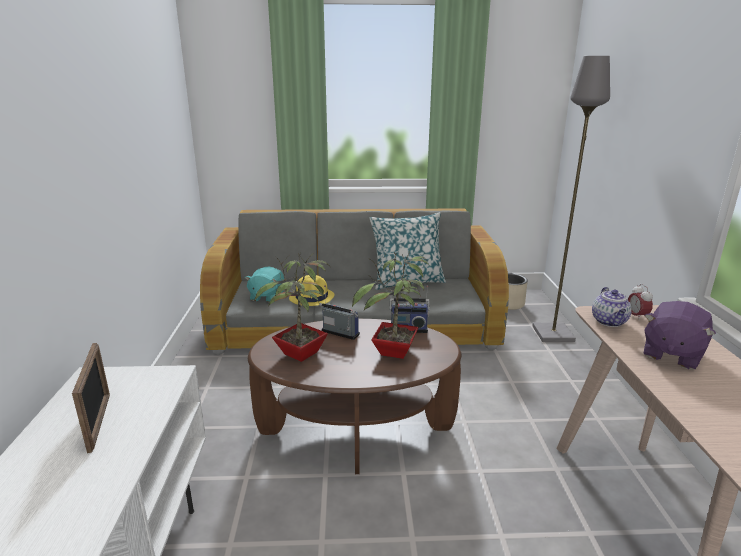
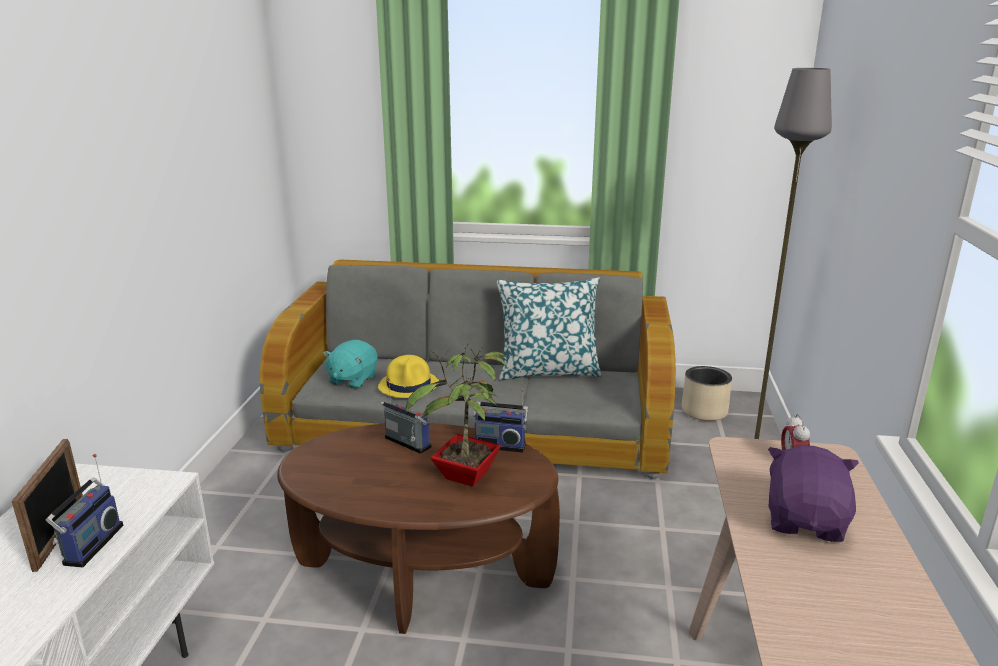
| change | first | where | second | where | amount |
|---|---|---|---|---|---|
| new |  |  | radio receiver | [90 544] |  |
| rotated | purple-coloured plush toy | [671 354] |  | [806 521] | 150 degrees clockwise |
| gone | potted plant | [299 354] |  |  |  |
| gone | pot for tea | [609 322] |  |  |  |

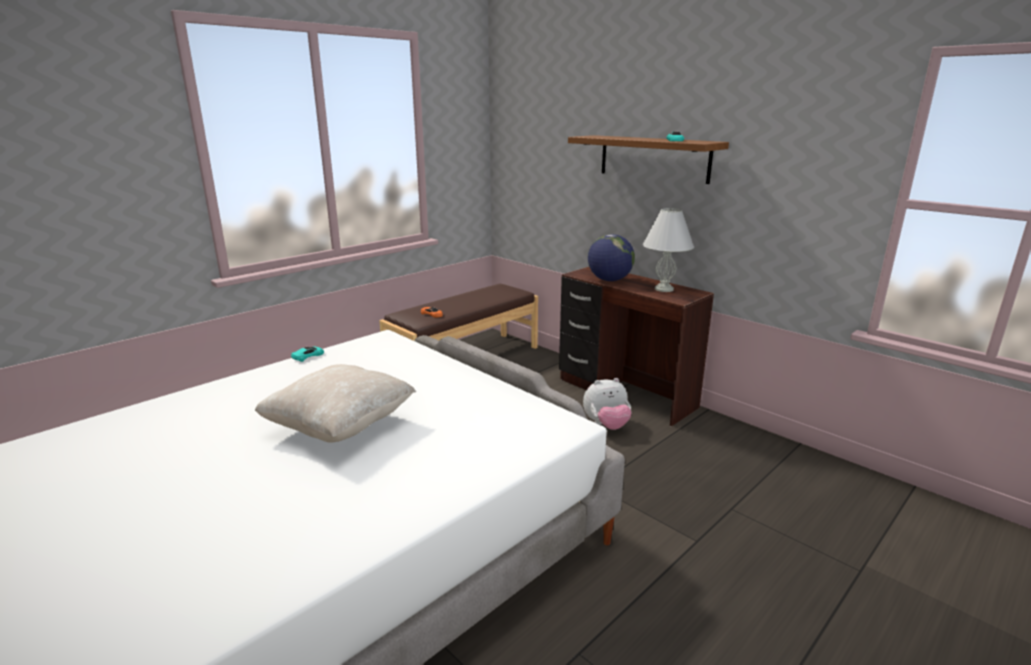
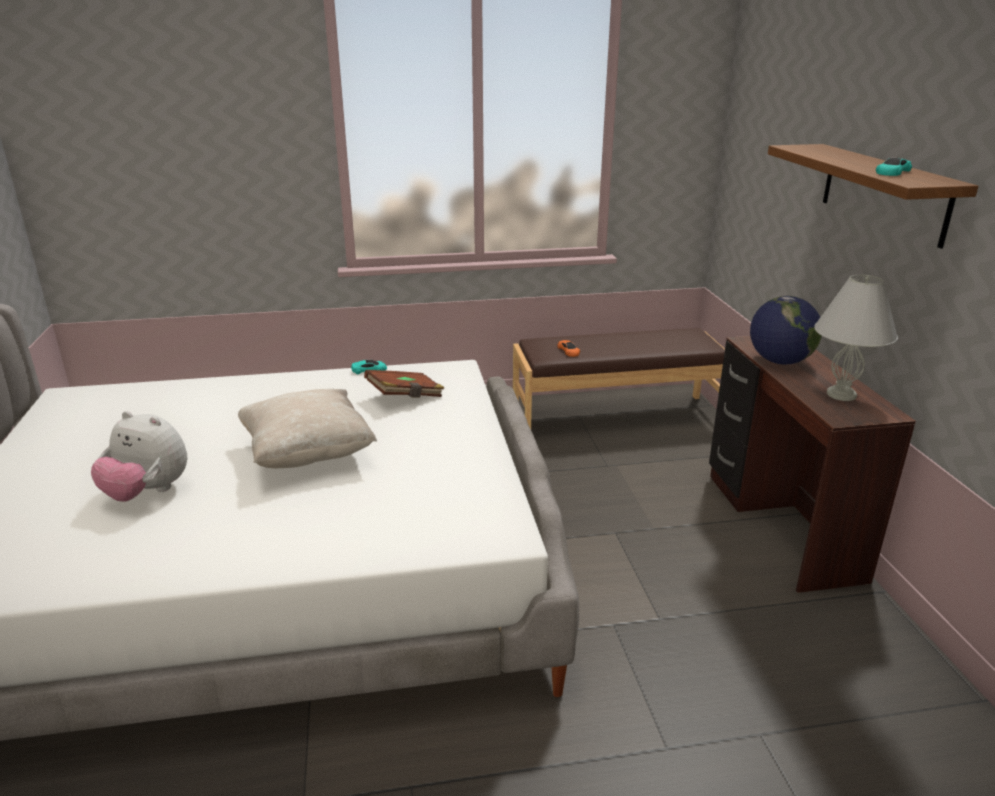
| change | first | where | second | where | amount |
|---|---|---|---|---|---|
| shifted | plush toy | [606 425] |  | [148 492] |  |
| new |  |  | brownish bound book | [405 397] |  |

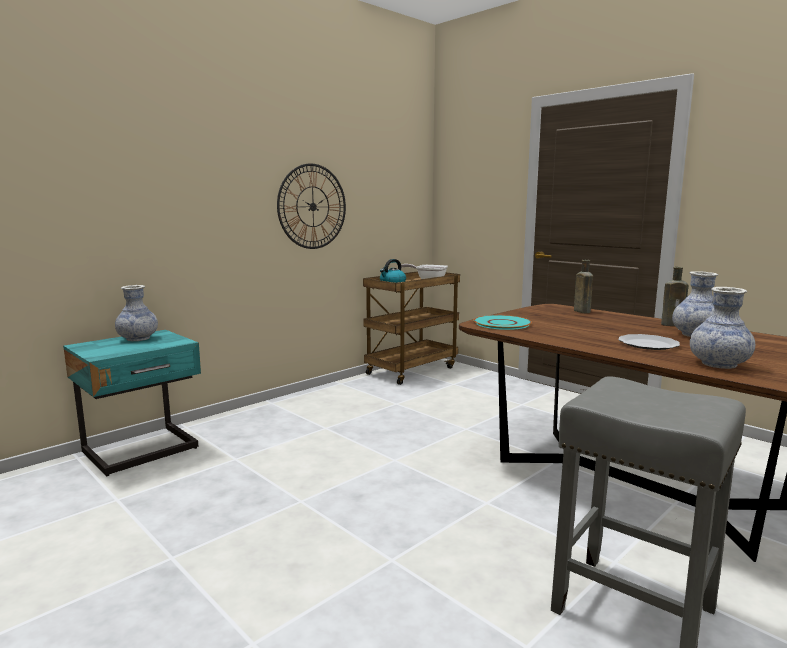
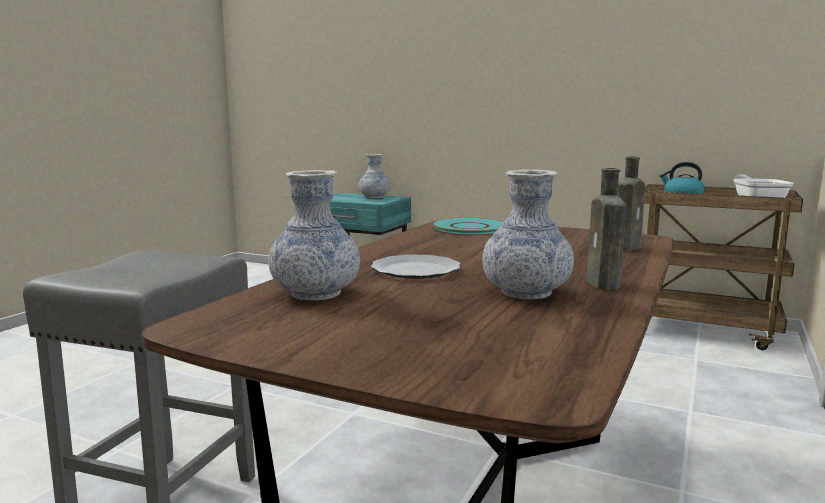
| change | first | where | second | where | amount |
|---|---|---|---|---|---|
| gone | wall clock | [312 206] |  |  |  |

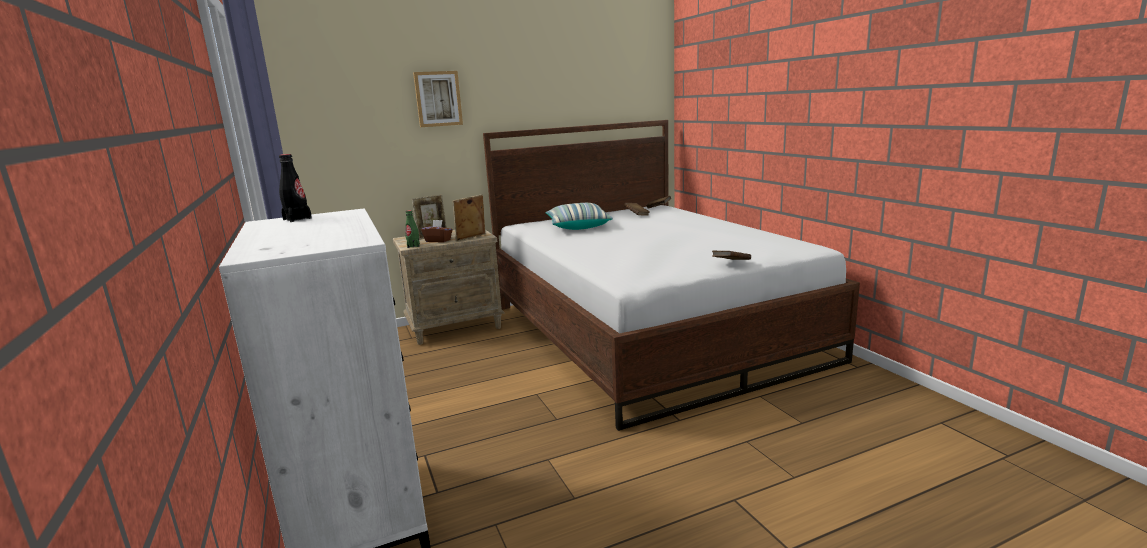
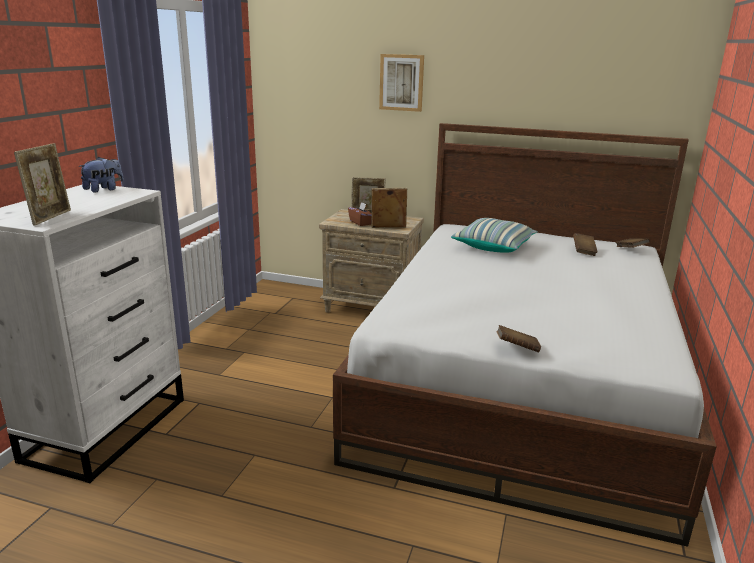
| change | first | where | second | where | amount |
|---|---|---|---|---|---|
| new |  |  | standing frame | [50 217] |  |
| swapped | blackish beverage bottle | [297 219] | plush toy | [104 189] |  |
| gone | green beverage bottle | [413 246] |  |  |  |

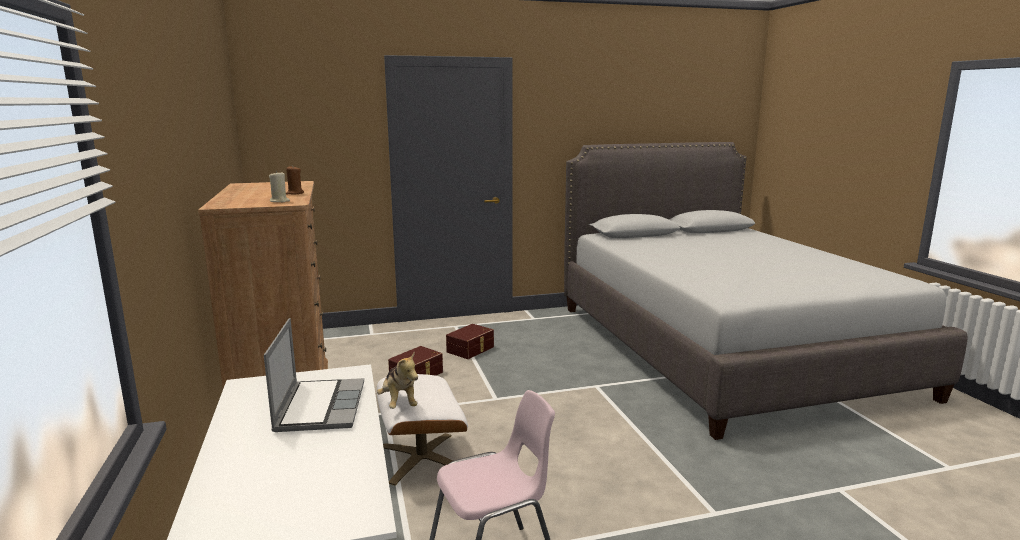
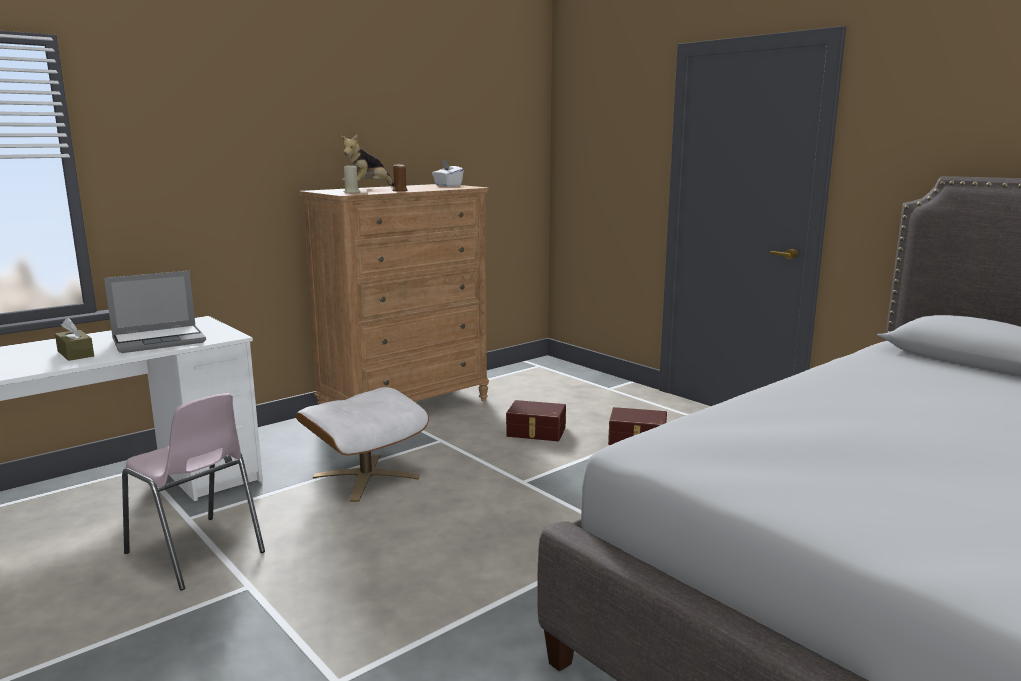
| change | first | where | second | where | amount |
|---|---|---|---|---|---|
| new |  |  | brownish tissue box | [75 354] |  |
| shifted | plush toy | [399 403] |  | [367 188] |  |
| new |  |  | whitish tissue box | [447 185] |  |

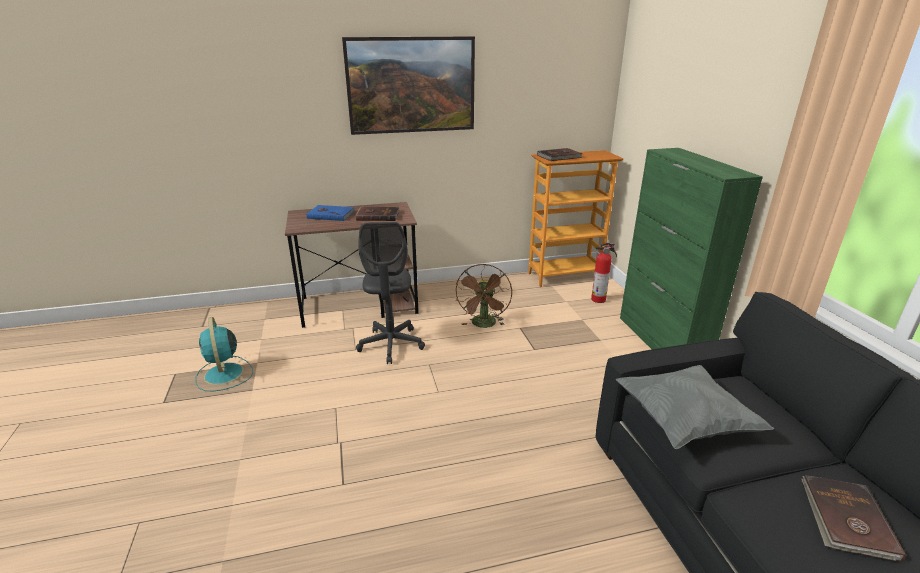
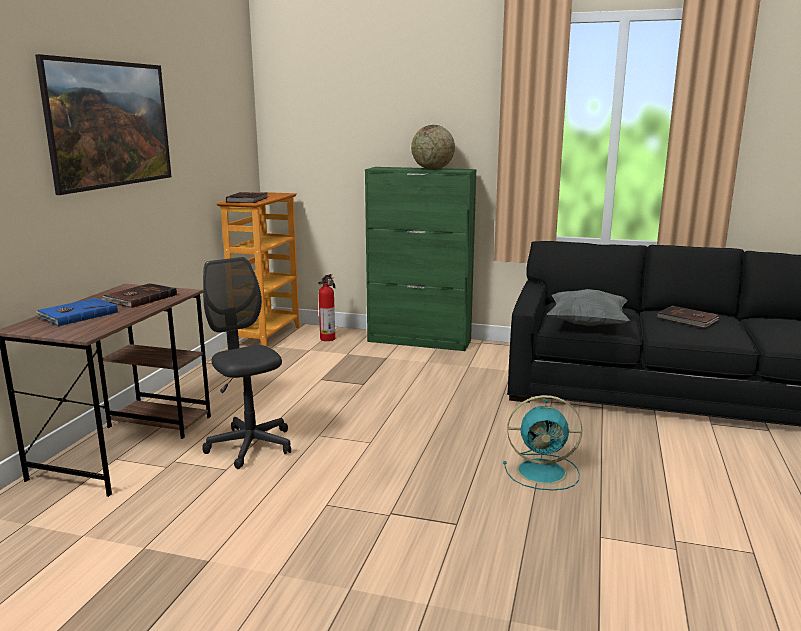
| change | first | where | second | where | amount |
|---|---|---|---|---|---|
| rotated | gray desk chair | [391 345] |  | [250 446] | 150 degrees counterclockwise |
| new |  |  | desk globe | [432 169] |  |
| shifted | blue-green fan | [224 375] |  | [544 472] |  |
| gone | brownish fan | [484 325] |  |  |  |

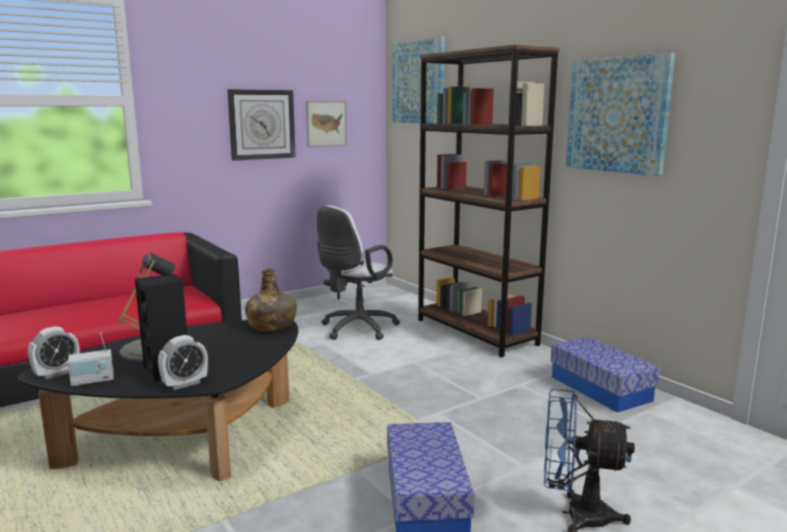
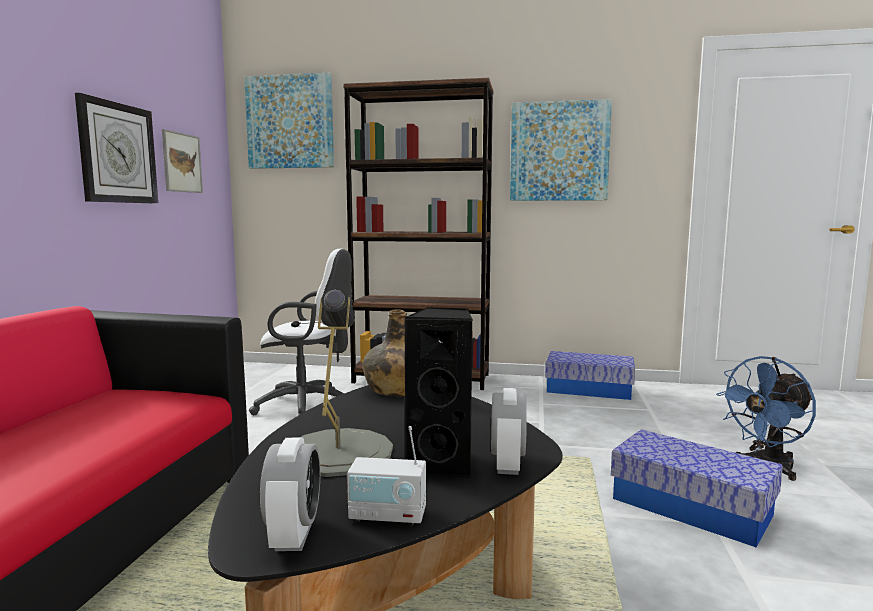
| change | first | where | second | where | amount |
|---|---|---|---|---|---|
| rotated | whitish desk chair | [355 329] |  | [309 406] | 75 degrees counterclockwise |
| rotated | radio receiver | [93 381] |  | [388 515] | 75 degrees clockwise |

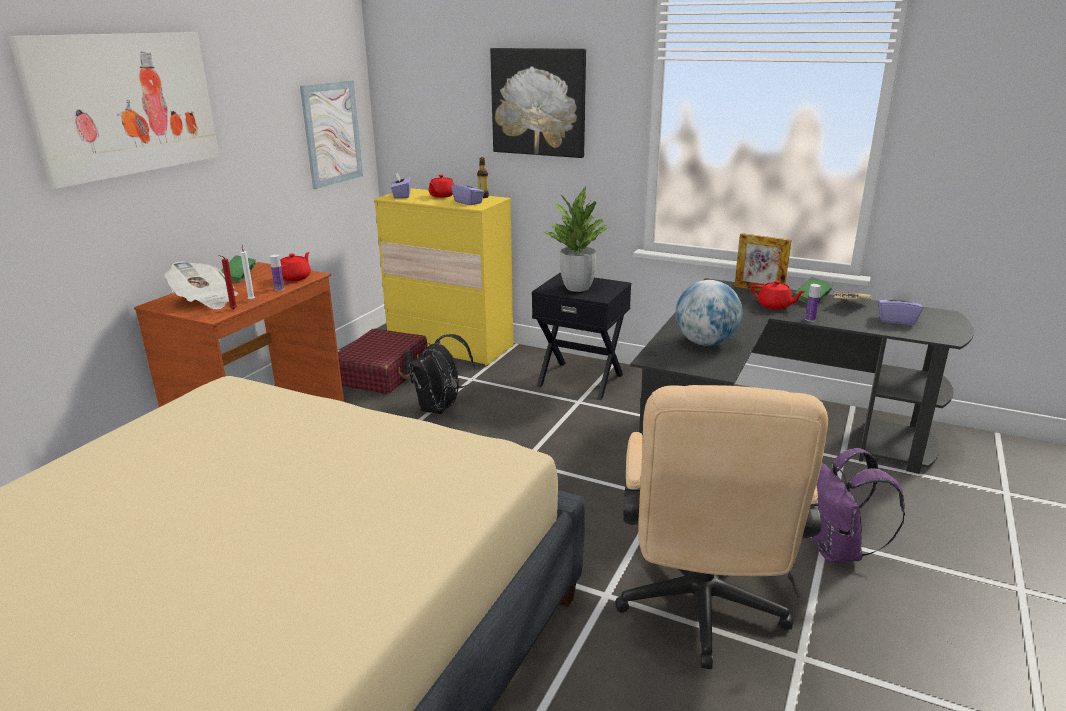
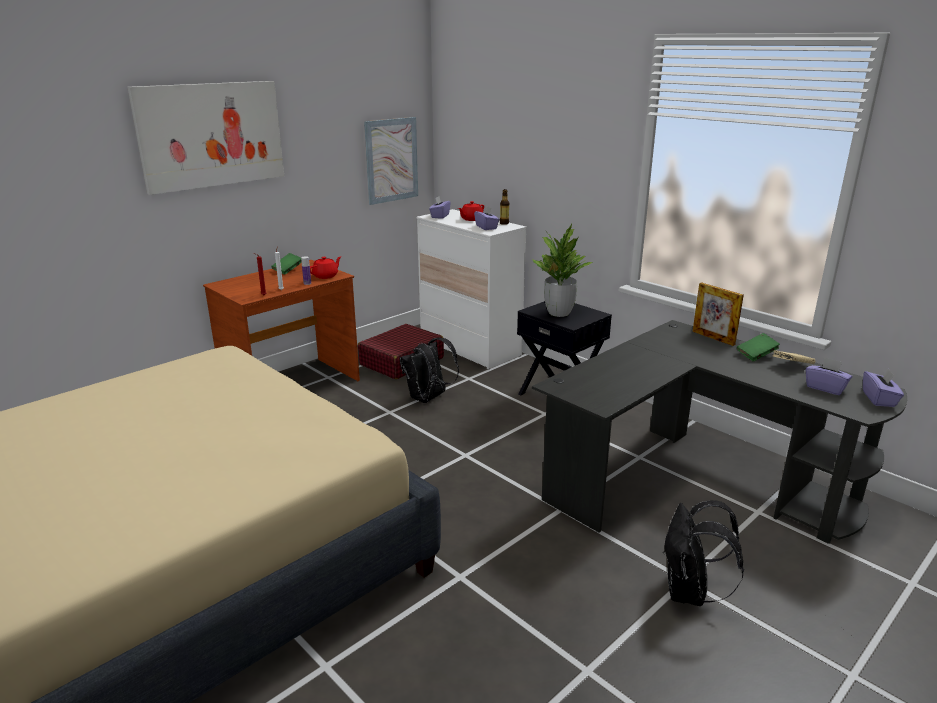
| change | first | where | second | where | amount |
|---|---|---|---|---|---|
| repainted | yellow-coloured chest of drawers | [450 346] | whitish chest of drawers | [469 348] |  |
| repainted | purple-coloured rucksack | [838 551] | blackish rucksack | [689 593] |  |
| new |  |  | purple-coloured tissue box | [879 399] |  |
| gone | daily paper | [205 301] |  |  |  |
| gone | wall picture | [539 102] |  |  |  |
| gone | sand-coloured desk chair | [701 613] |  |  |  |
| gone | desk globe | [705 343] |  |  |  |
| gone | red-coloured pot for tea | [775 306] |  |  |  |
| gone | beverage bottle | [810 319] |  |  |  |

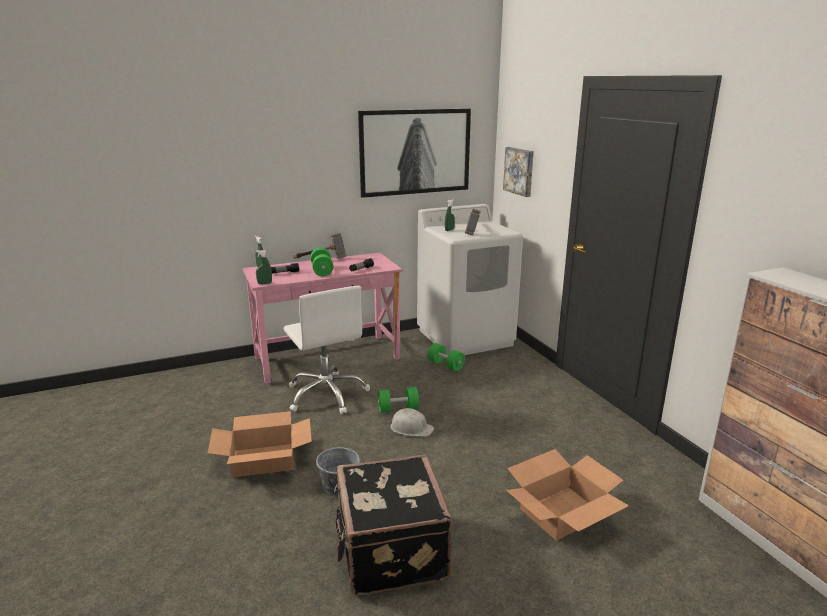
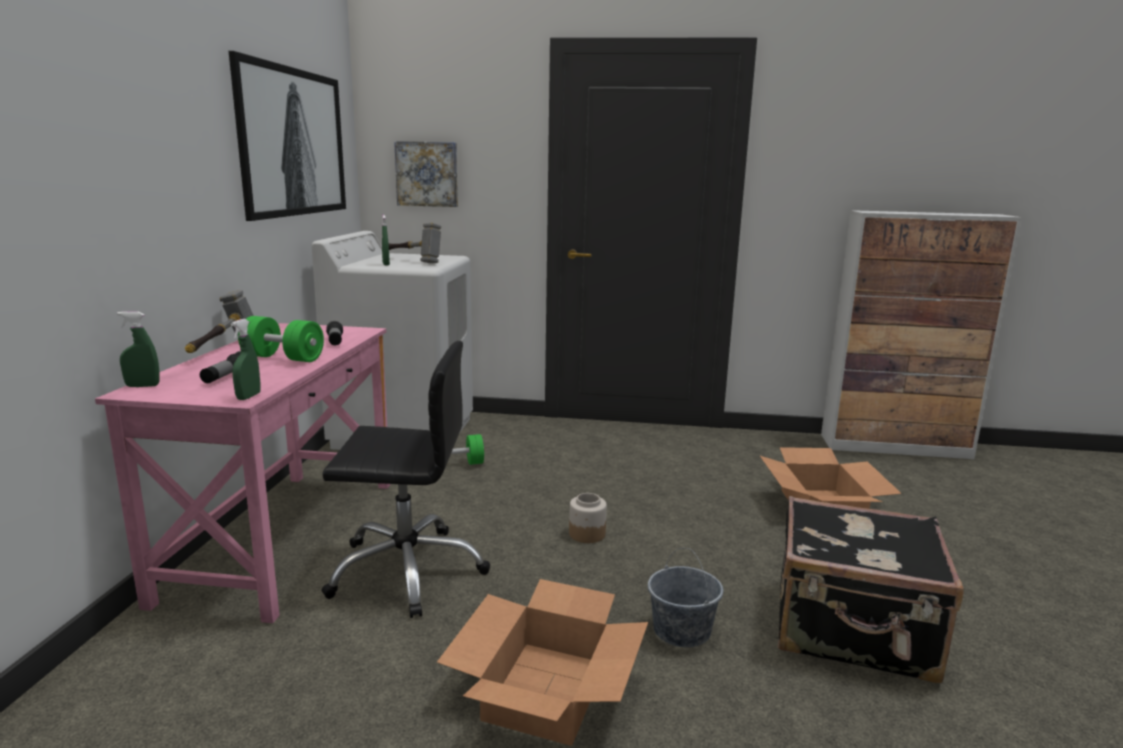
| change | first | where | second | where | amount |
|---|---|---|---|---|---|
| repainted | whitish desk chair | [327 394] | blackish desk chair | [407 570] |  |
| swapped | whitish safety helmet | [411 428] | jar | [586 534] |  |
| gone | green hand weight | [398 409] |  |  |  |

